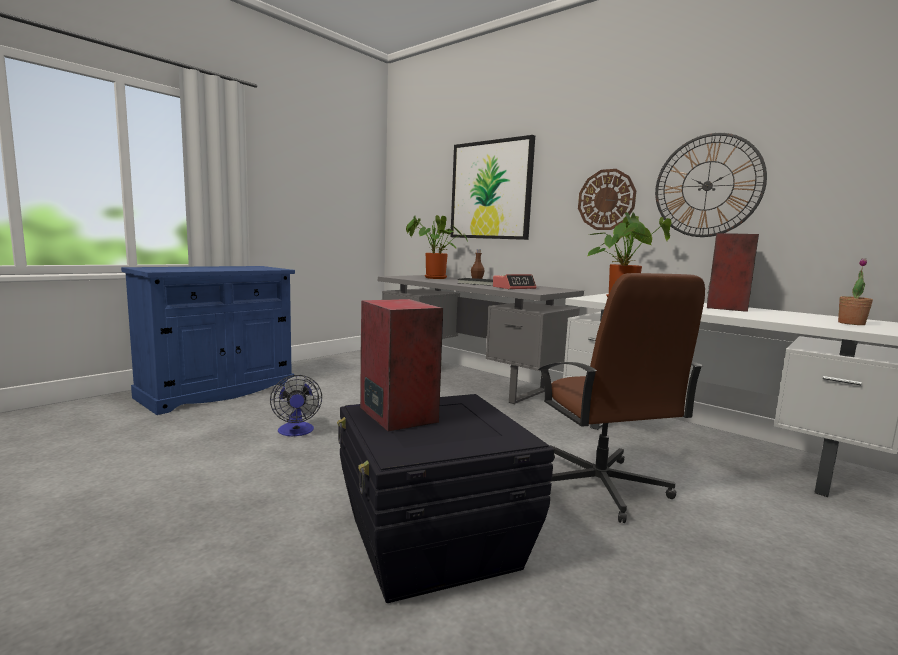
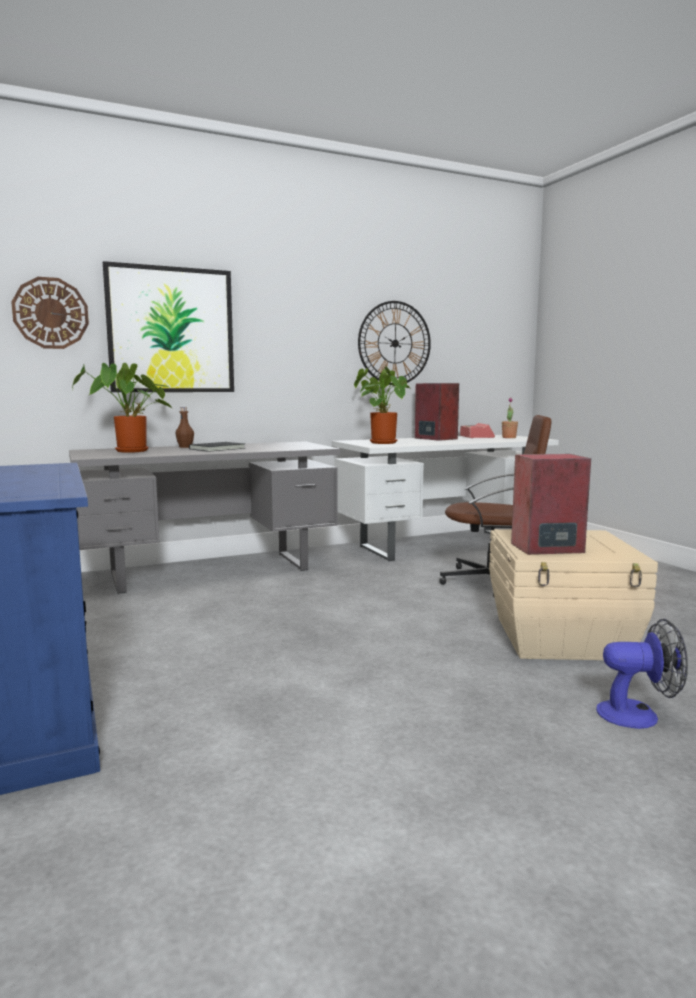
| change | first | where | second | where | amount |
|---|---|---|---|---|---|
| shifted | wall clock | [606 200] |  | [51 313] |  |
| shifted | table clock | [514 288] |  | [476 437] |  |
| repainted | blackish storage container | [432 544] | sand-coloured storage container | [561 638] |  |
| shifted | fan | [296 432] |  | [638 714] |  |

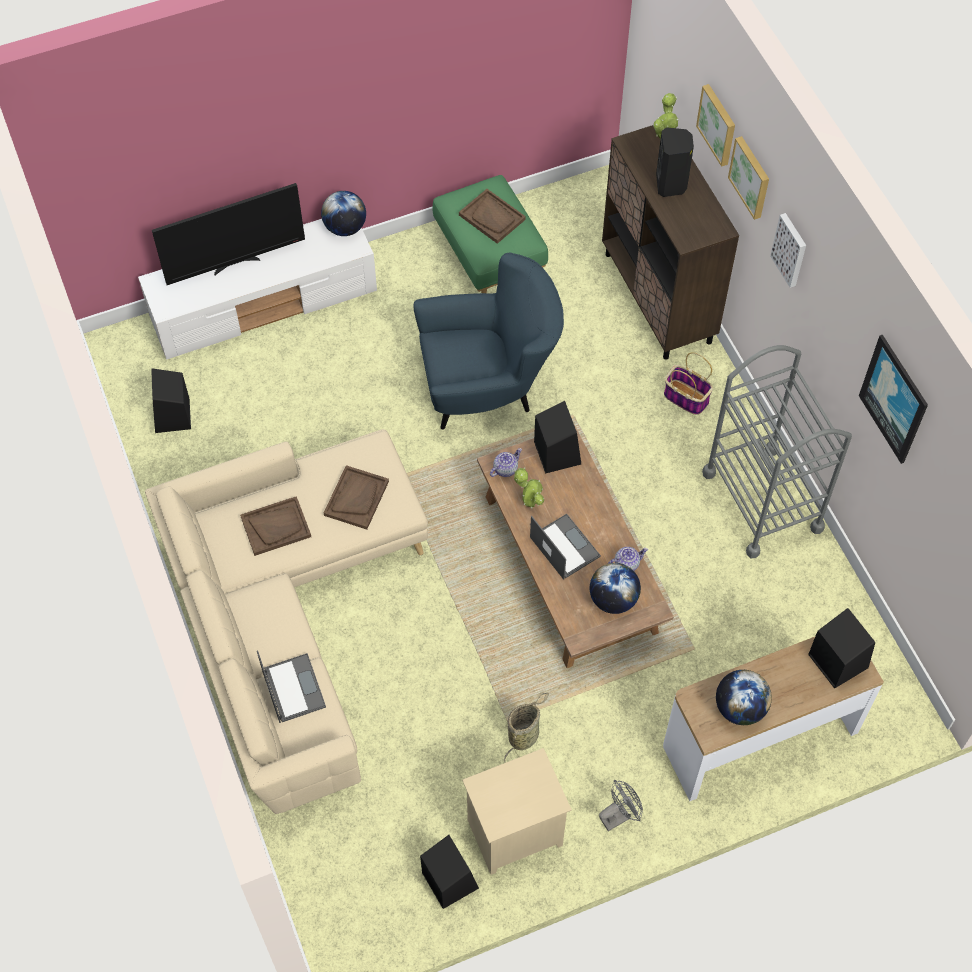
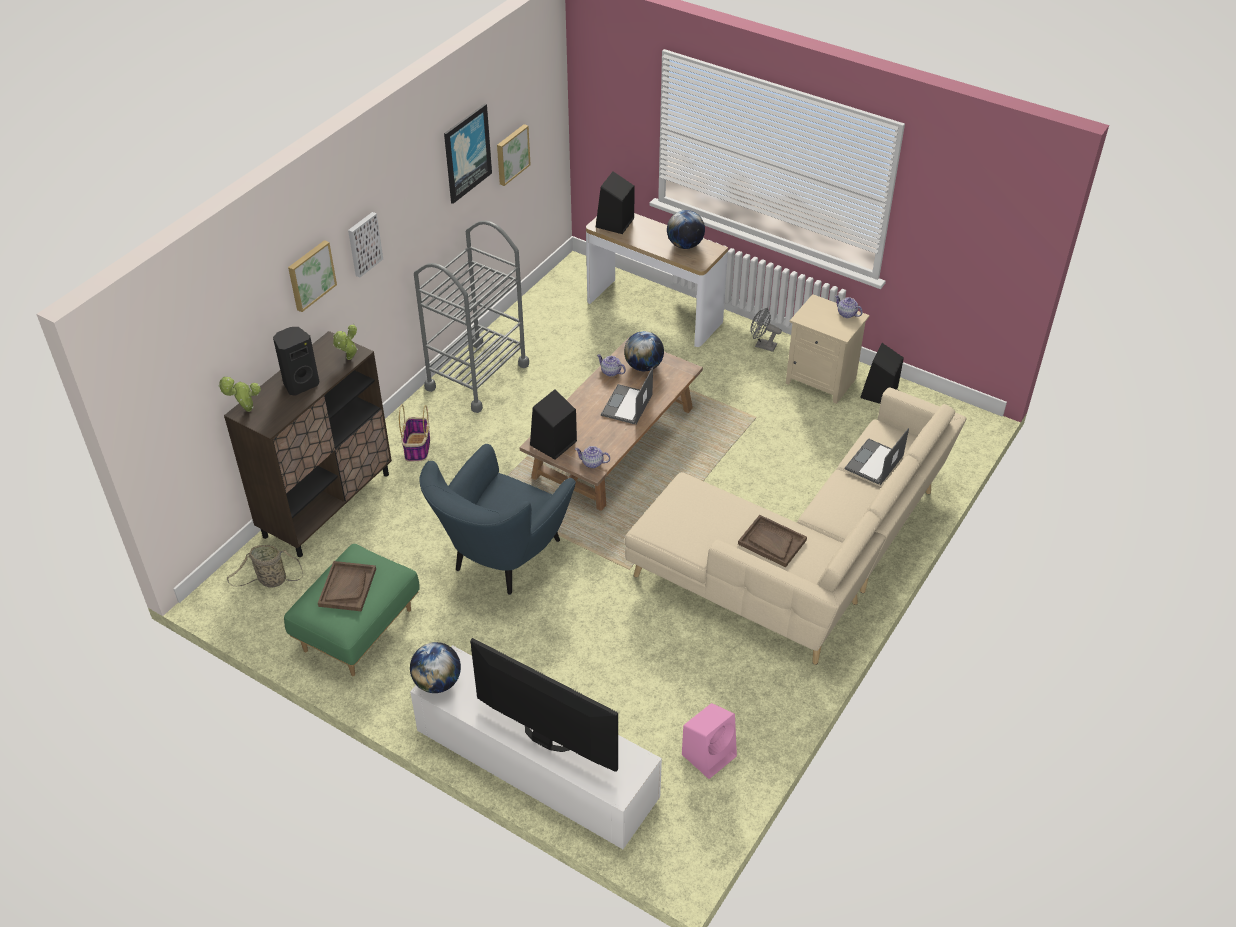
| change | first | where | second | where | amount |
|---|---|---|---|---|---|
| shifted | storage basket | [524 735] |  | [270 580] |  |
| shifted | potted plant | [529 503] |  | [348 359] |  |
| rotated | blue-coloured lounge chair | [488 389] |  | [501 560] | 105 degrees counterclockwise |
| shifted | wall picture | [718 124] |  | [511 154] |  |
| repainted | blackish speaker | [173 417] | pink speaker | [709 754] |  |
| new |  |  | pot for tea | [846 314] |  |
| gone | brownish tray | [356 498] |  |  |  |

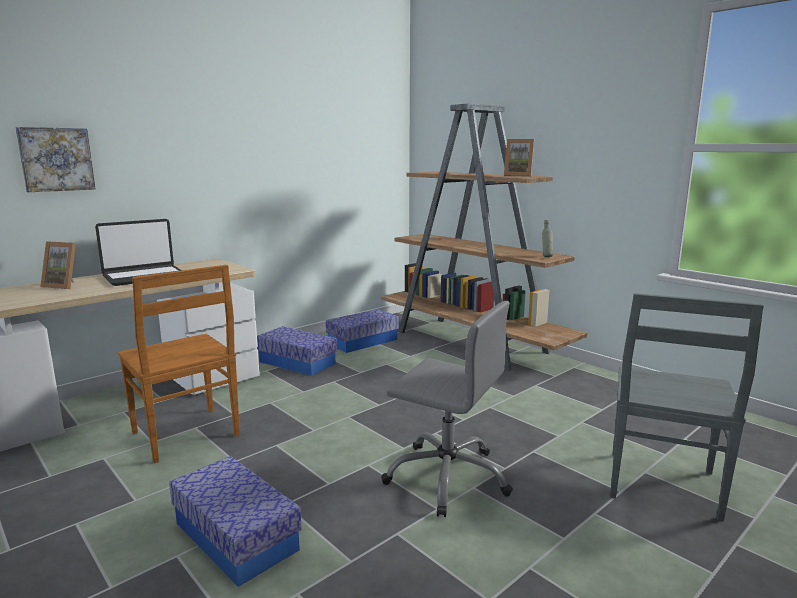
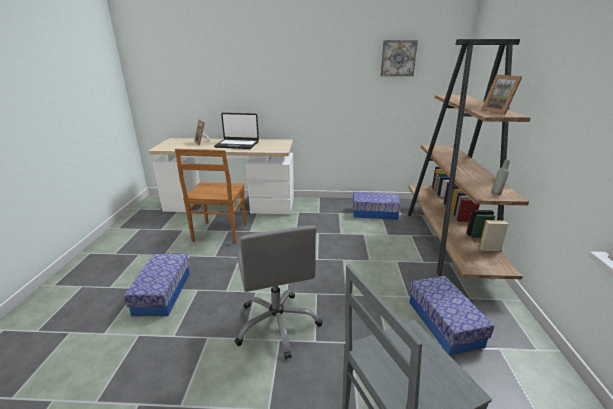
| change | first | where | second | where | amount |
|---|---|---|---|---|---|
| shifted | wall picture | [56 159] |  | [398 58] |  |
| shifted | storage container | [297 363] |  | [444 323] |  |

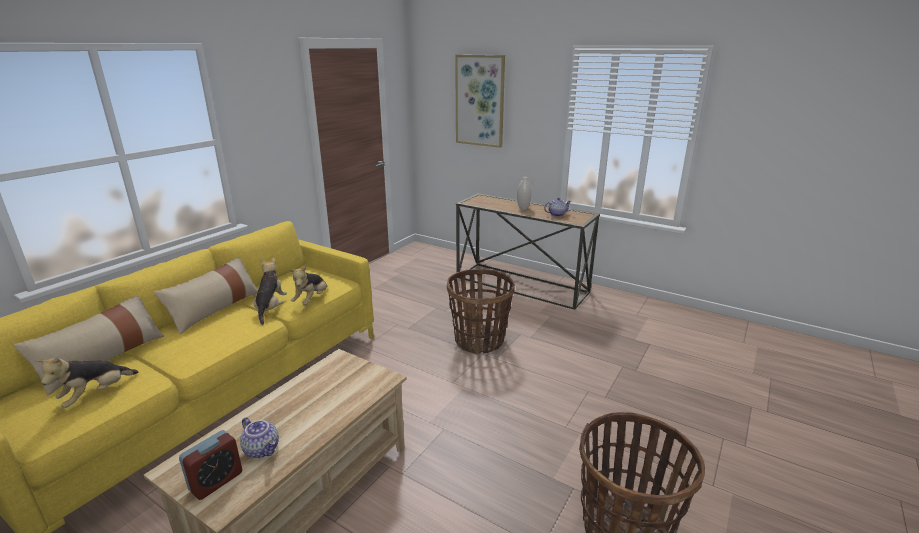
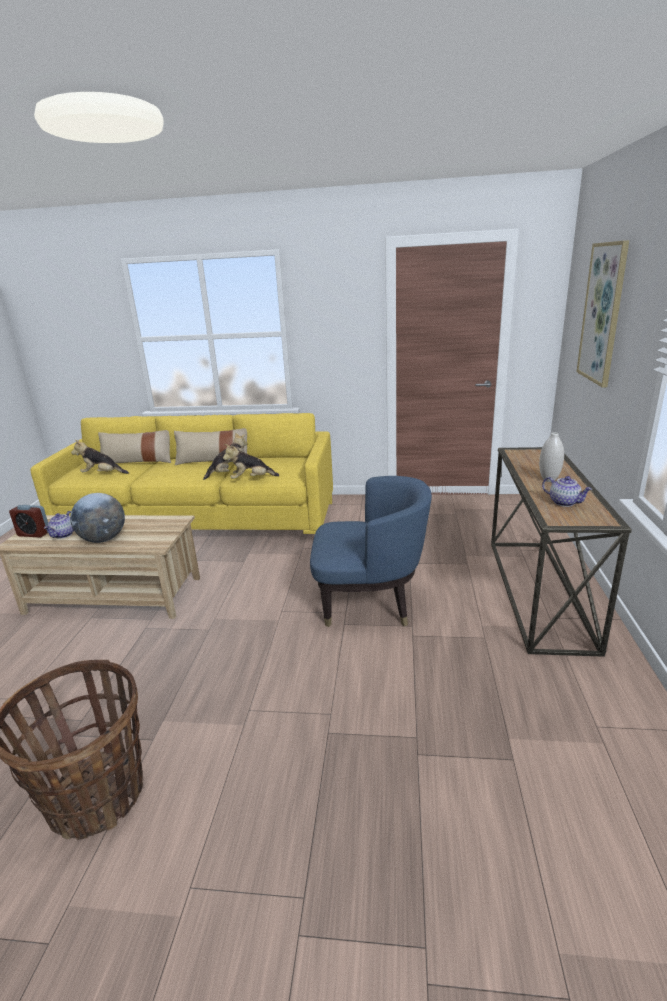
| change | first | where | second | where | amount |
|---|---|---|---|---|---|
| new |  |  | desk globe | [103 539] |  |
| swapped | storage basket | [479 341] | blue-coloured lounge chair | [369 602] |  |

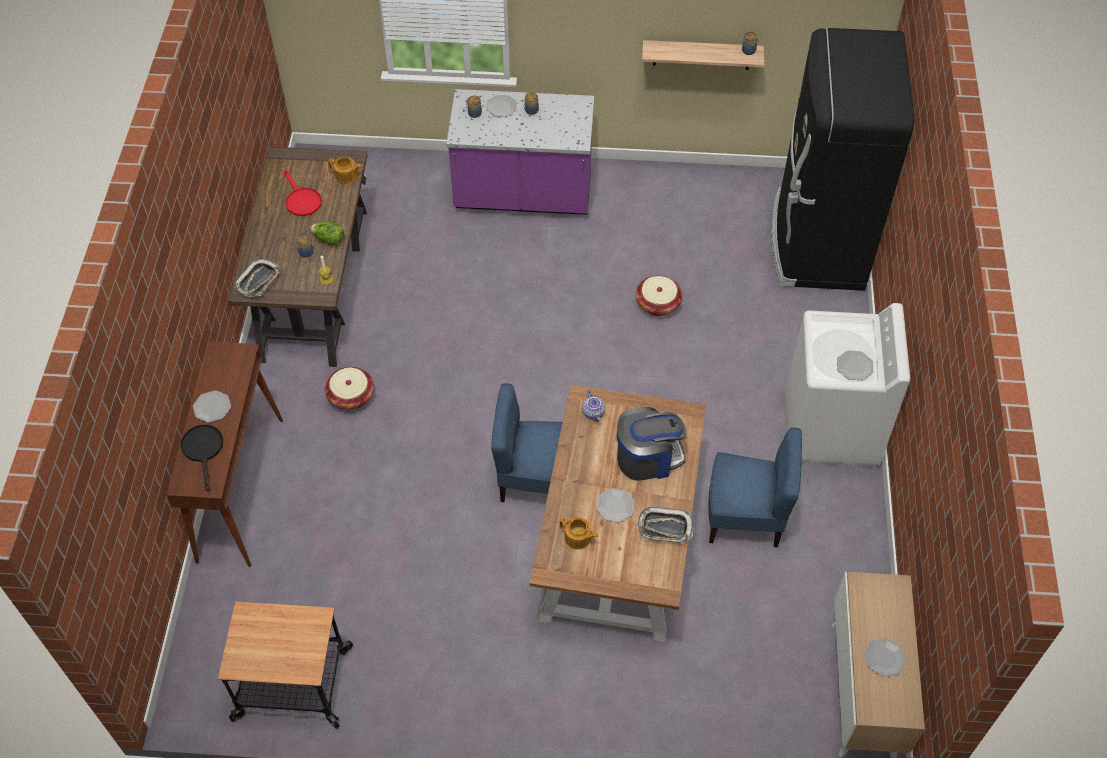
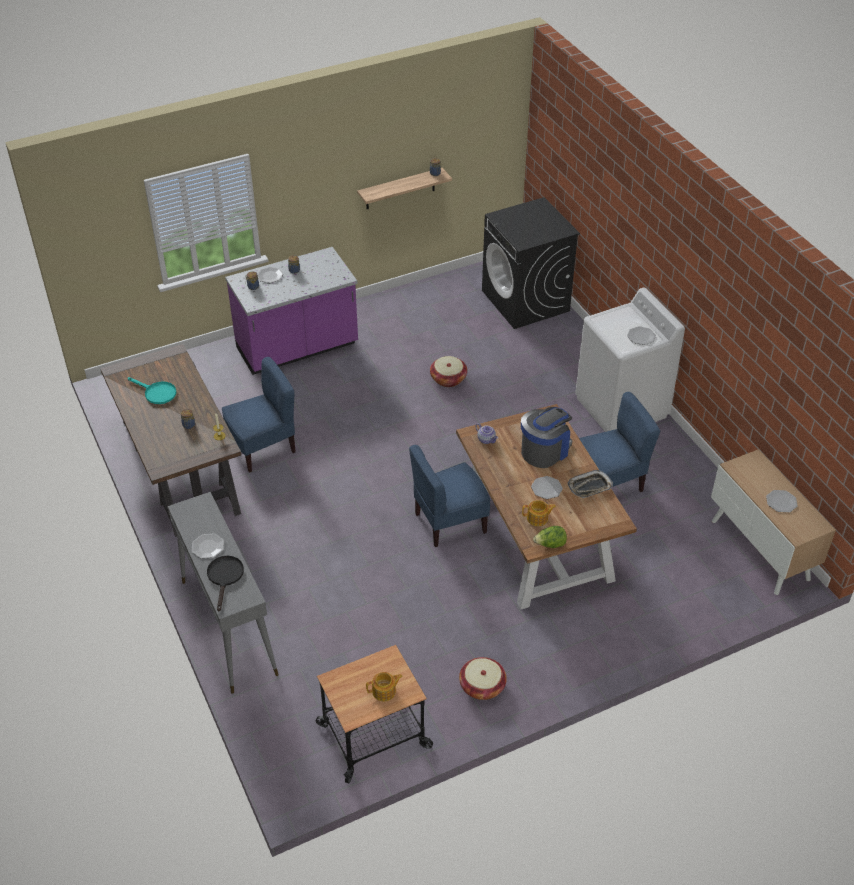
| change | first | where | second | where | amount |
|---|---|---|---|---|---|
| repainted | red-coloured pan | [301 200] | blue-green pan | [157 393] |  |
| repainted | brownish narrow table | [240 488] | gray narrow table | [228 626] |  |
| rotated | blackish pan | [203 450] |  | [225 577] | 45 degrees clockwise |
| new |  |  | blue-coloured chair | [262 447] |  |
| shifted | pot for tea | [346 176] |  | [384 691] |  |
| shifted | storage basket | [351 396] |  | [482 686] |  |
| swapped | blackish kitchen fridge | [817 242] | blackish laundry machine | [526 301] |  |
| shifted | lettuce head | [329 240] |  | [550 545] |  |
| gone | tray | [258 281] |  |  |  |

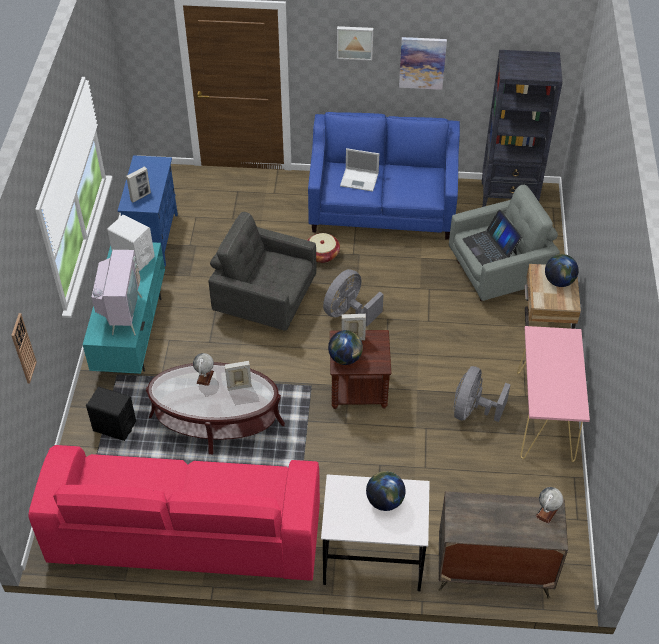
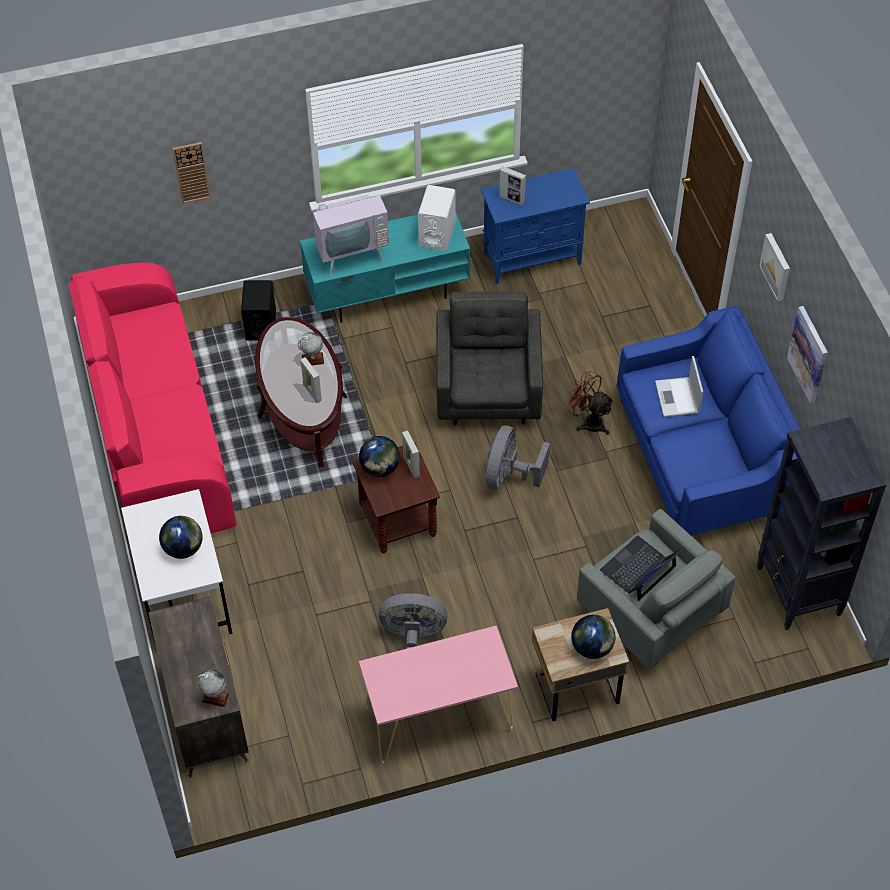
| change | first | where | second | where | amount |
|---|---|---|---|---|---|
| rotated | gray fan | [348 312] |  | [509 476] | 90 degrees counterclockwise |
| swapped | storage basket | [322 254] | brownish fan | [588 421] |  |

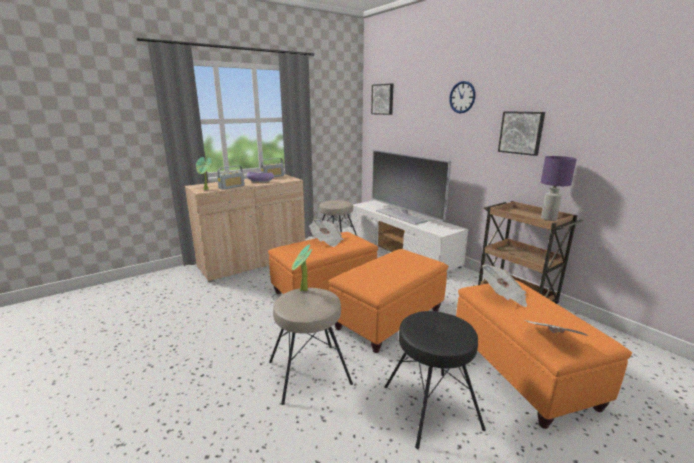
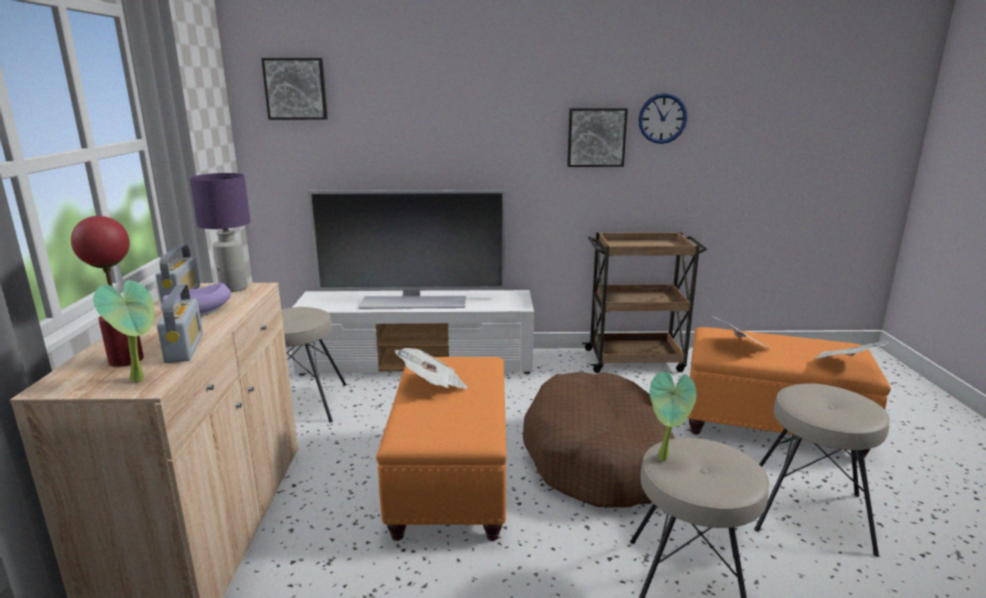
| change | first | where | second | where | amount |
|---|---|---|---|---|---|
| new |  |  | red-coloured table lamp | [126 359] |  |
| shifted | purple-coloured table lamp | [548 219] |  | [233 288] |  |
| swapped | orange footrest | [389 318] | brownish pet bed | [599 457] |  |
| shifted | wall clock | [462 97] |  | [662 118] |  |
| repainted | blackish stool | [430 407] | sand-coloured stool | [809 513] |  |

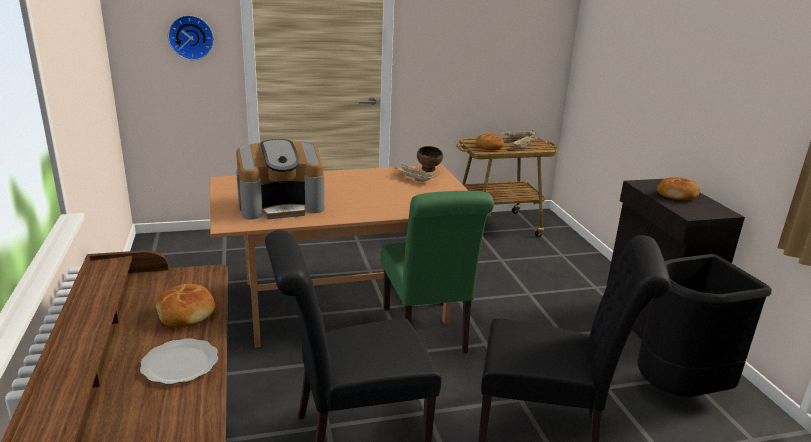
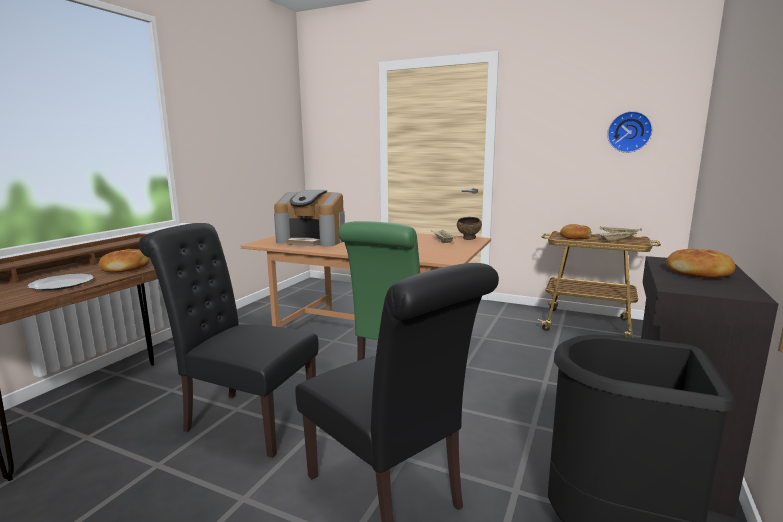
| change | first | where | second | where | amount |
|---|---|---|---|---|---|
| shifted | wall clock | [191 37] |  | [629 132] |  |

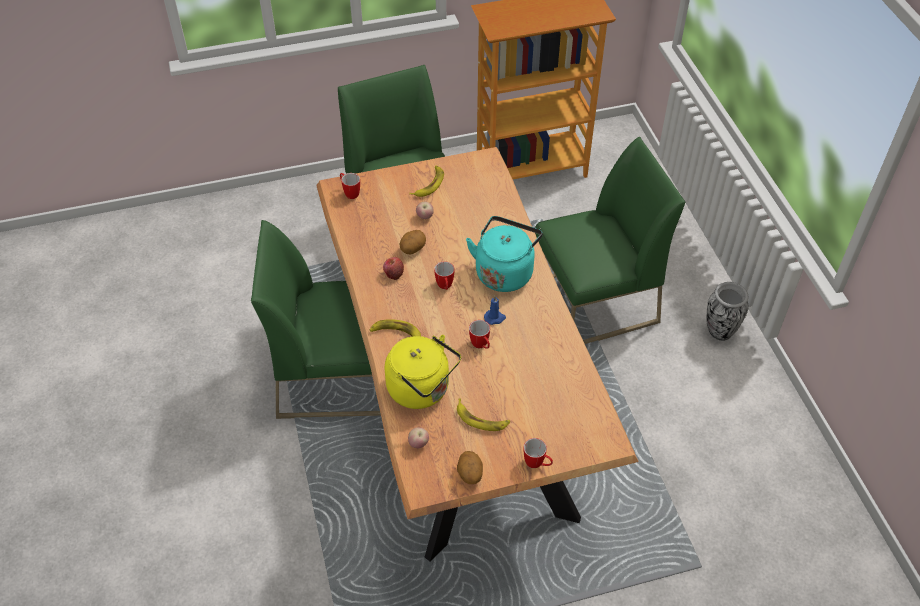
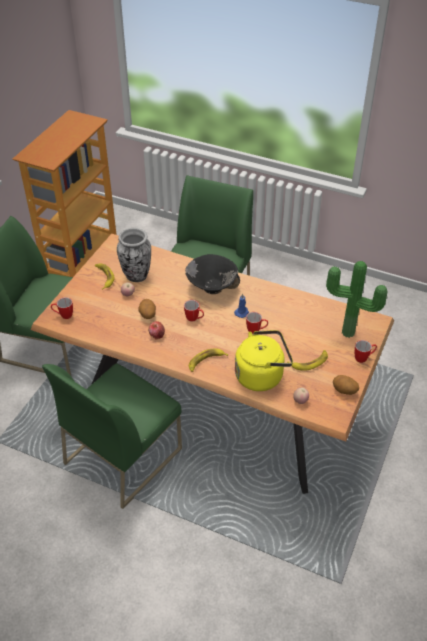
| change | first | where | second | where | amount |
|---|---|---|---|---|---|
| shifted | flower vase | [719 332] |  | [136 276] |  |
| swapped | blue-green kettle | [505 271] | blackish deep dish | [212 288] |  |
| new |  |  | potted plant | [347 334] |  |

